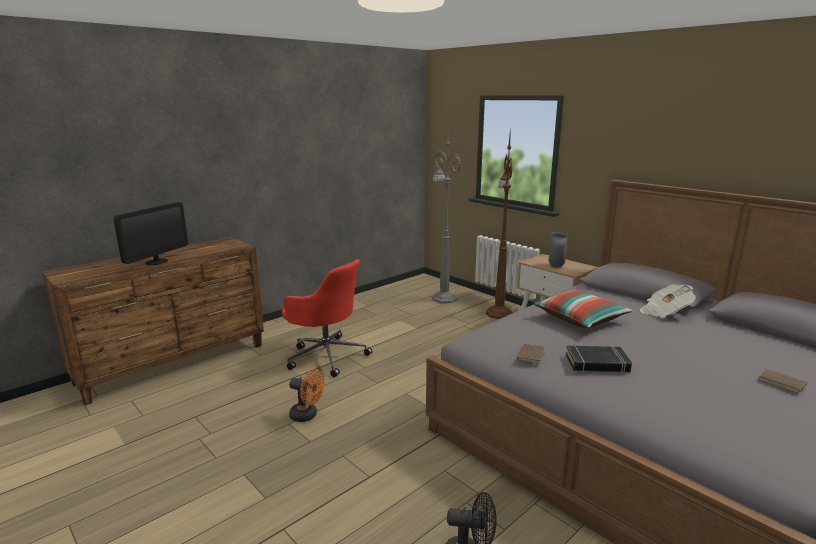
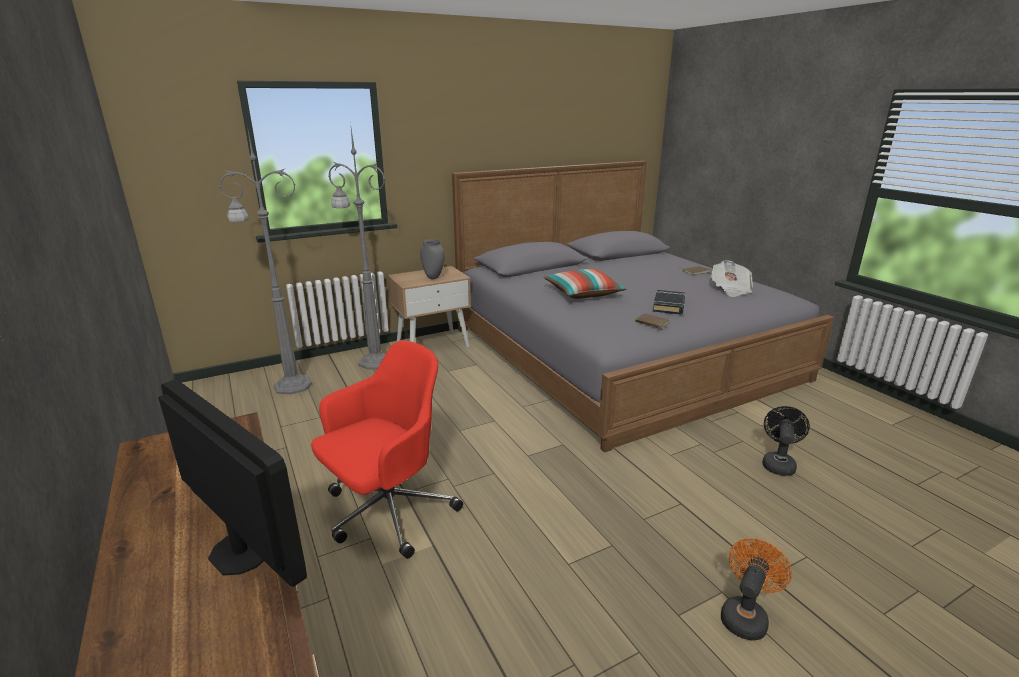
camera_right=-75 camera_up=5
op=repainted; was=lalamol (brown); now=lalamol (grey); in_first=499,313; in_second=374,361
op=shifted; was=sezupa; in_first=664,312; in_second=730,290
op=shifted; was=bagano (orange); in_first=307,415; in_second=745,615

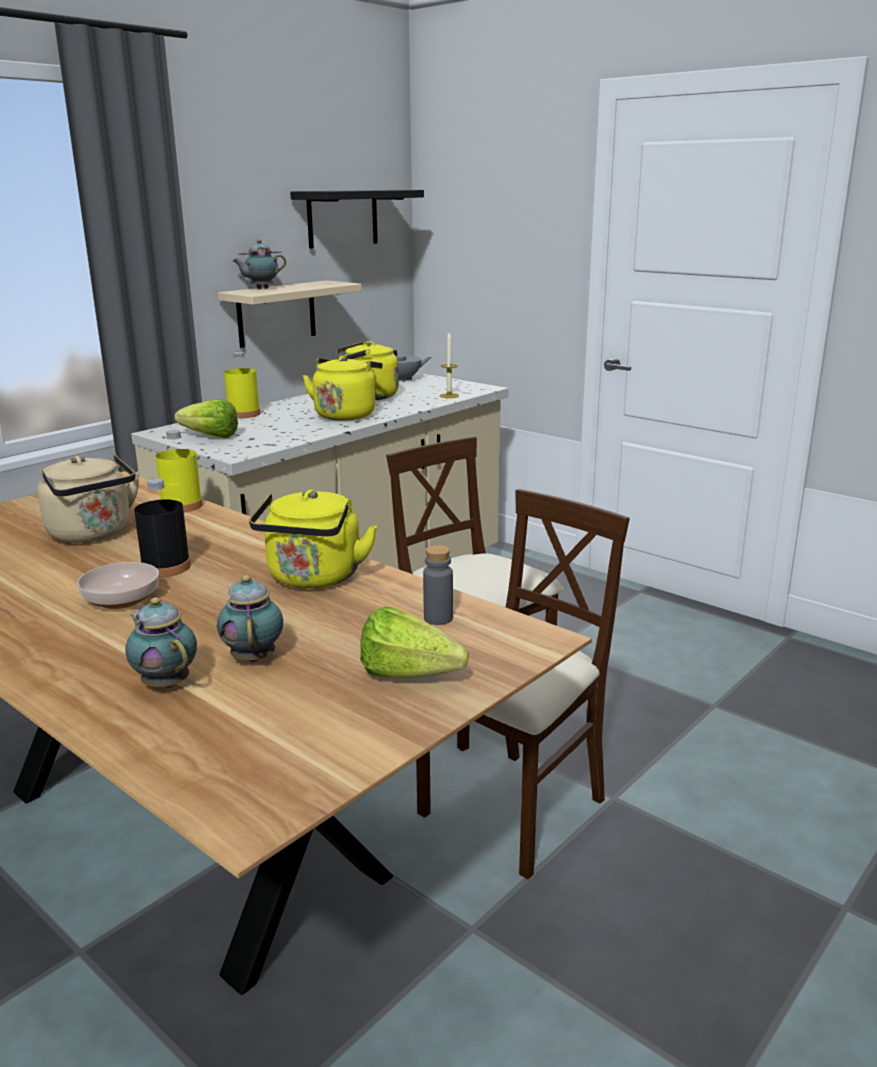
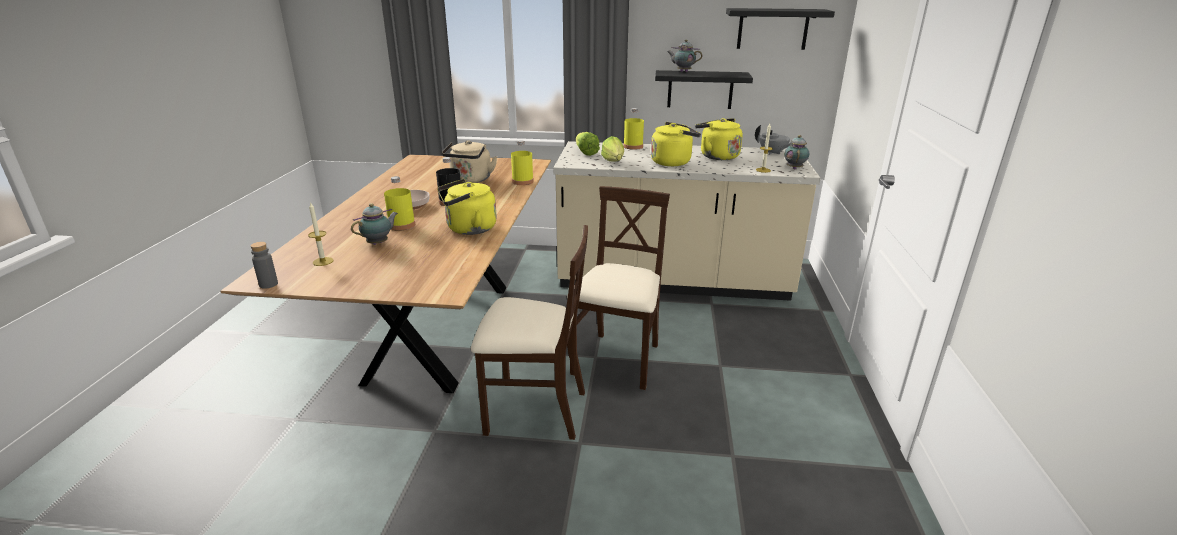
camera_right=55 camera_up=5
op=shifted; was=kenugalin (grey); in_first=438,618; in_second=268,284
op=new; now=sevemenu; in_second=323,261
op=new; now=kenugalin (yellow); in_second=402,225
op=shifted; was=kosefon; in_first=416,678; in_second=614,163
op=repainted; was=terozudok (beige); now=terozudok (black); in_first=276,313; in_second=700,89
op=shifted; was=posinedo; in_first=165,682; in_second=794,168

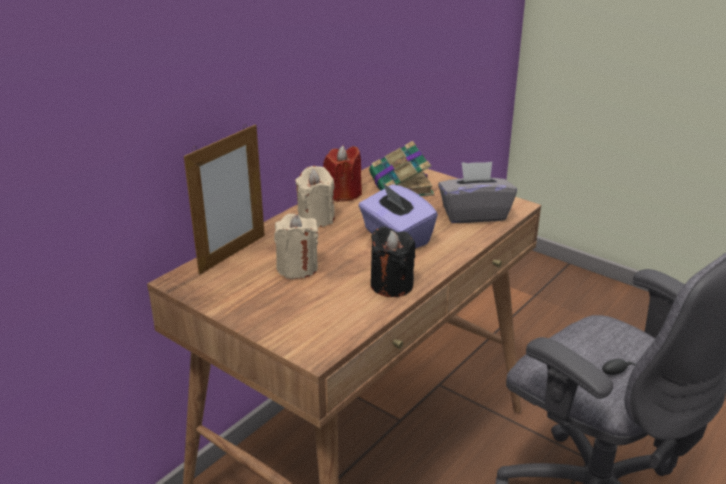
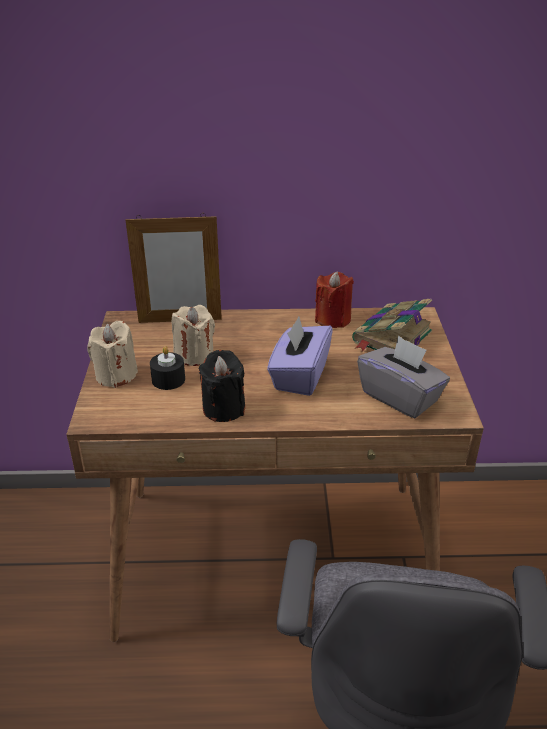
camera_right=50 camera_up=5
op=shifted; was=sevemenu (beige); in_first=316,219; in_second=116,375
op=new; now=sevemenu (black); in_second=168,379

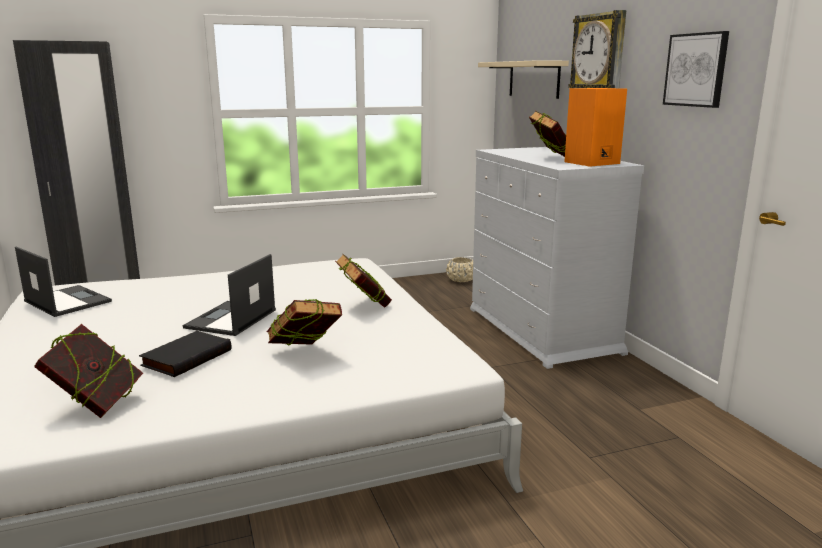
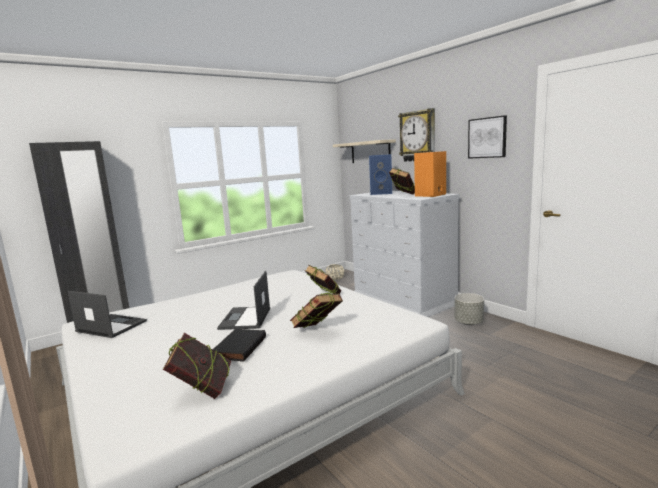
camera_right=-15 camera_up=-5
op=new; now=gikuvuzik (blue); in_second=382,193
op=new; now=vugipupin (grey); in_second=469,322

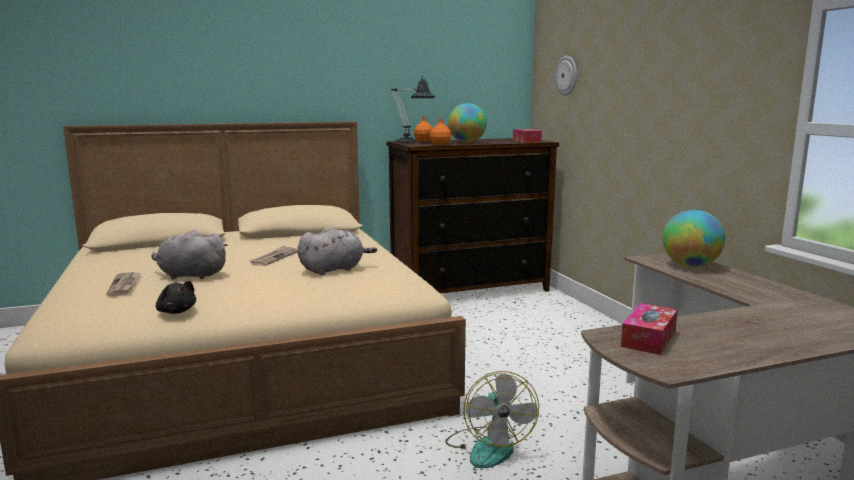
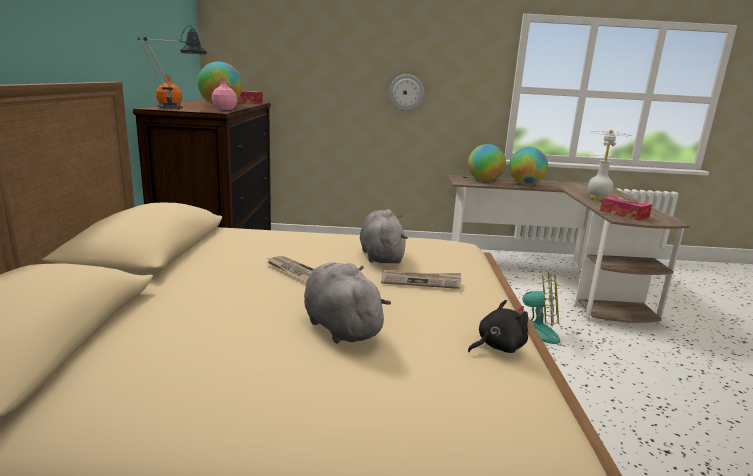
camera_right=-70 camera_up=5
op=repainted; was=kenugalin (orange); now=kenugalin (pink); in_first=440,144; in_second=224,109
op=rotated; was=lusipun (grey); in_first=190,275; in_second=340,326; clockwise=120
op=shifted; was=sezupa; in_first=125,285; in_second=421,281
op=shifted; was=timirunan; in_first=567,75; in_second=406,92
op=new; now=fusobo; in_second=525,184
op=new; now=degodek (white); in_second=598,198

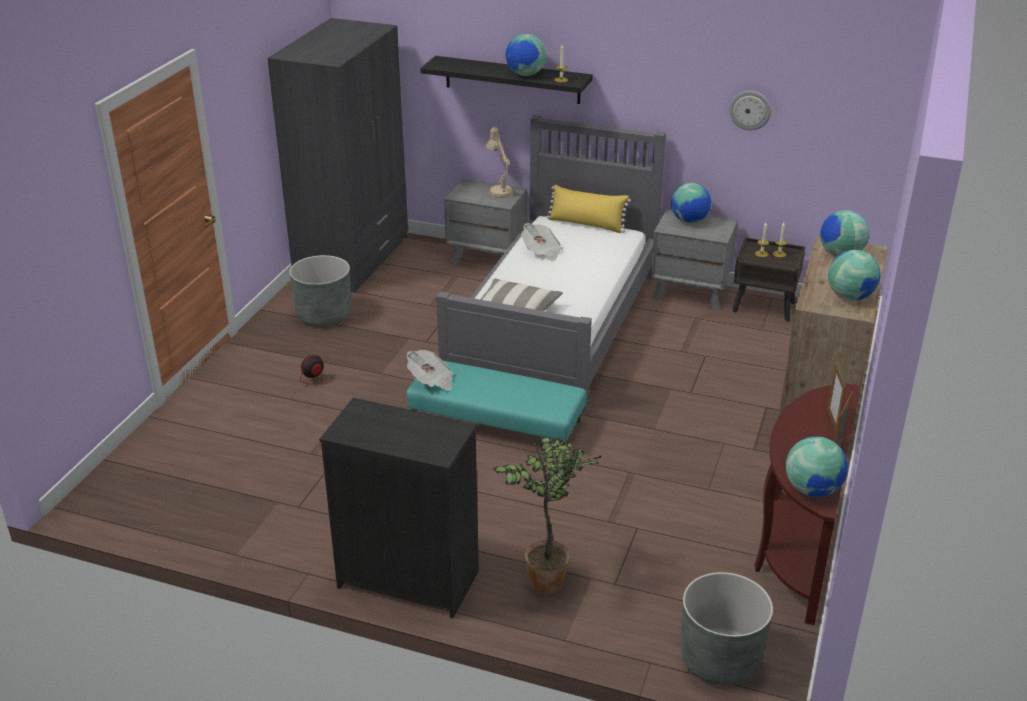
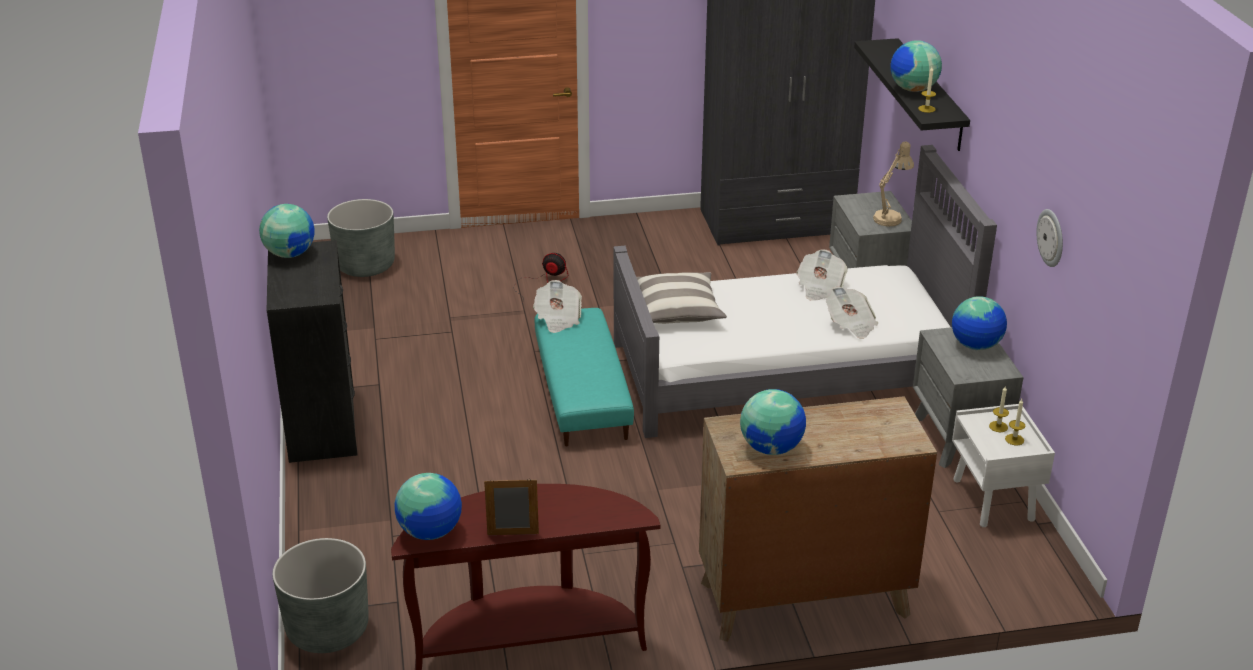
camera_right=60 camera_up=0
op=shifted; was=fusobo; in_first=840,254; in_second=290,254
op=shifted; was=vugipupin (grey); in_first=324,315; in_second=365,265
op=new; now=sezupa; in_second=851,325
op=repainted; was=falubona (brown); now=falubona (white); in_first=764,307; in_second=994,500
op=gone; was=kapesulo; in_first=548,579
op=gone; was=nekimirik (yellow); in_first=586,224
op=gone; was=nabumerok; in_first=832,421

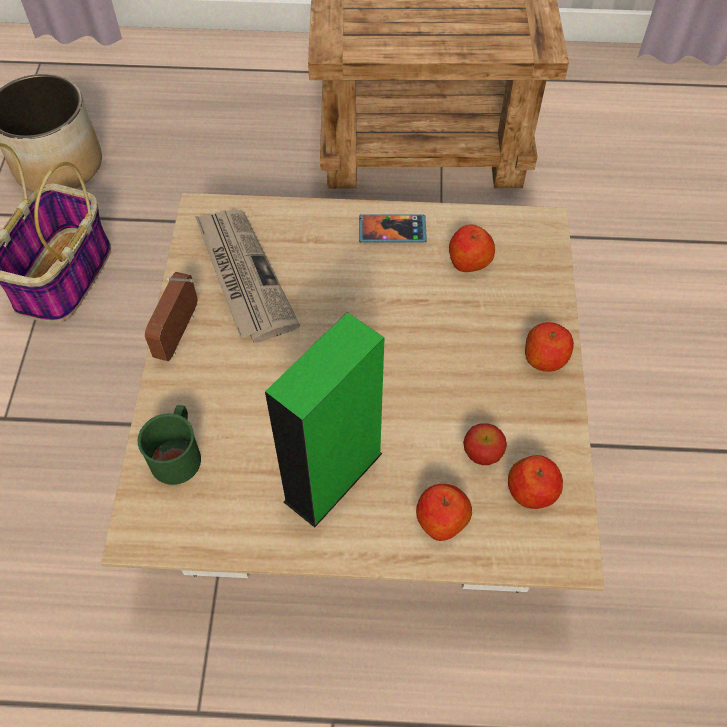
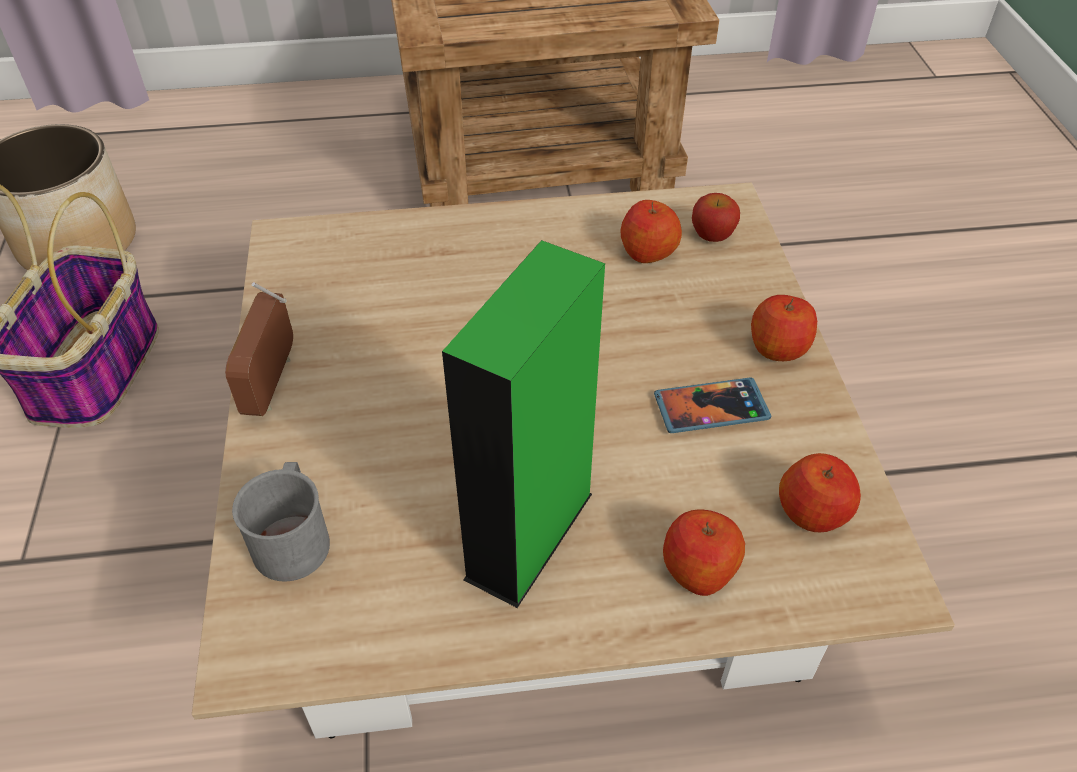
camera_right=-10 camera_up=-10
op=repainted; was=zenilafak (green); now=zenilafak (grey); in_first=178,453; in_second=293,537
op=shifted; was=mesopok; in_first=392,230; in_second=711,408
op=shifted; was=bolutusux; in_first=482,454; in_second=712,235
op=gone; was=sezupa; in_first=243,276

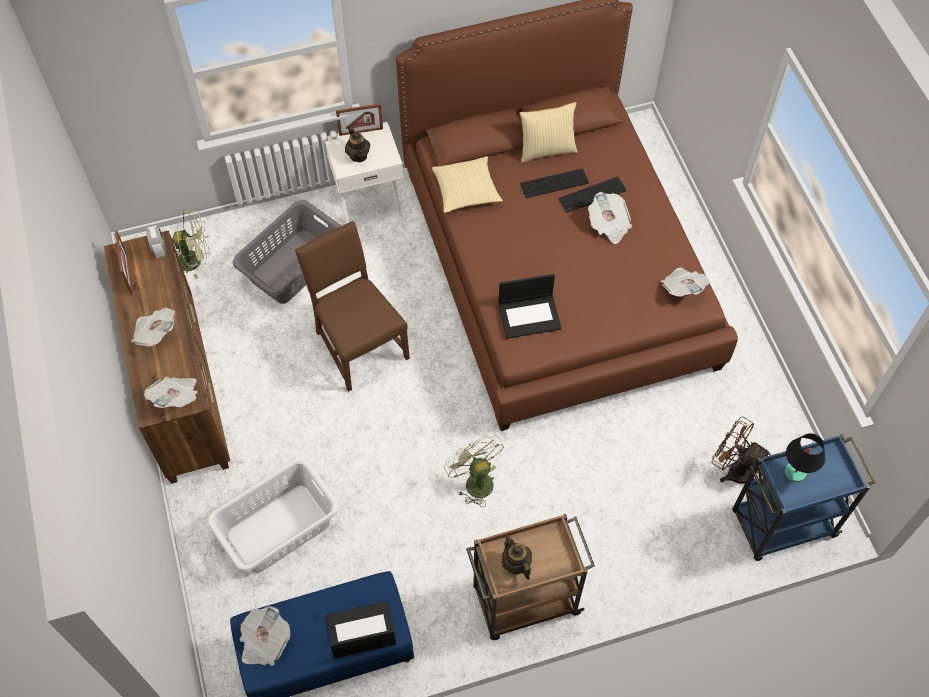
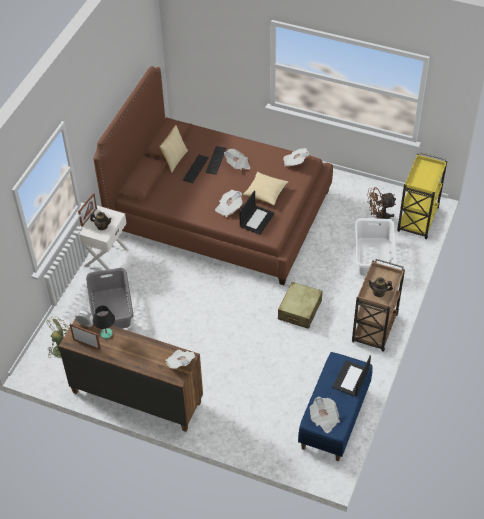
camera_right=-50 camera_up=-10
op=shifted; was=degodek (black); in_first=795,473; in_second=106,334
op=shifted; was=sezupa; in_first=155,333; in_second=228,208
op=shifted; was=nekimirik; in_first=466,191; in_second=265,193
op=swapped; was=bagano (green); now=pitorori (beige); in_first=475,480; in_second=299,310
op=shifted; was=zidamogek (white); in_first=278,528; in_second=373,257
op=repainted; was=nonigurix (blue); now=nonigurix (yellow); in_first=781,525; in_second=417,220
op=gone; was=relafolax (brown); in_first=358,344

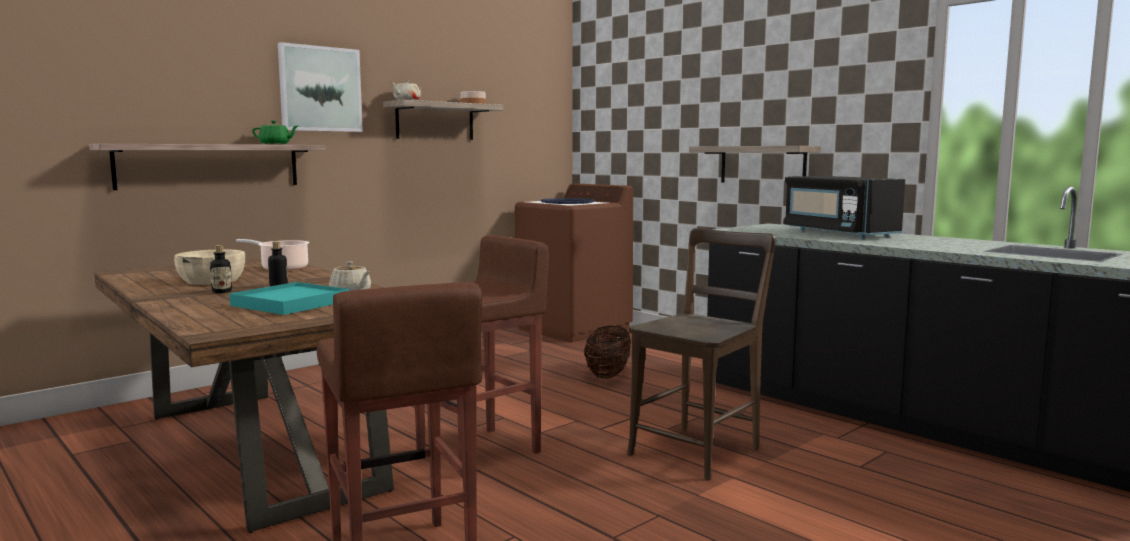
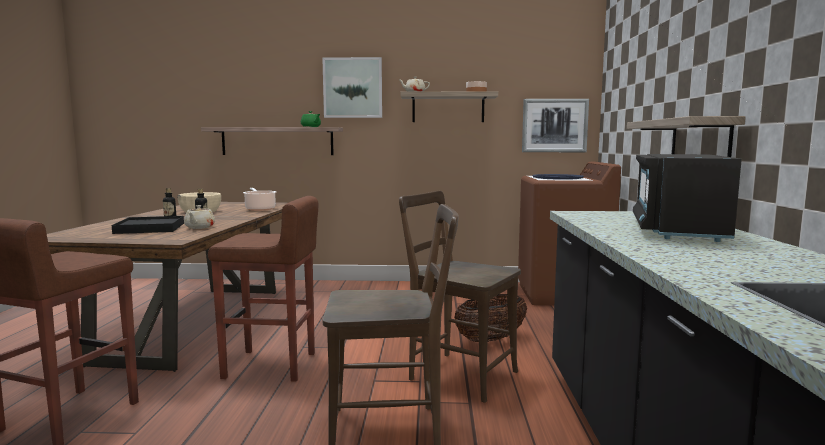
camera_right=45 camera_up=0
op=repainted; was=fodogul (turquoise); now=fodogul (black); in_first=290,303; in_second=150,228
op=new; now=relafolax (brown); in_second=458,374
op=new; now=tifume; in_second=554,125

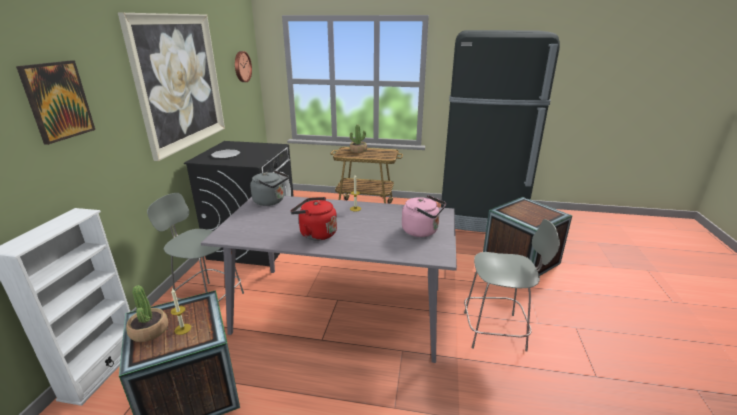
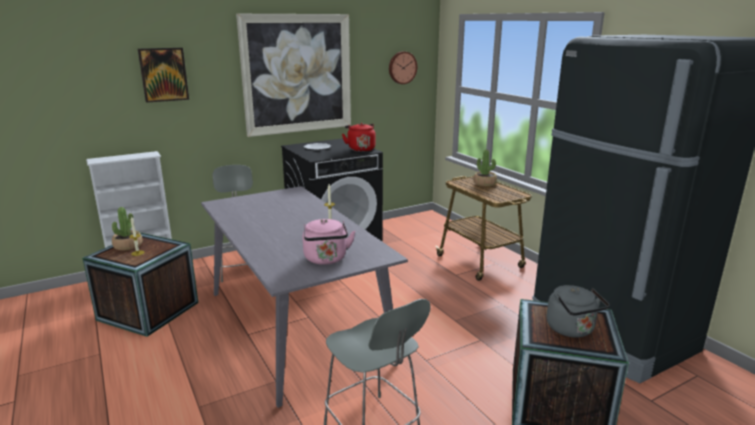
camera_right=50 camera_up=-5
op=shifted; was=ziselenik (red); in_first=315,234; in_second=360,149
op=shifted; was=ziselenik (grey); in_first=271,201; in_second=572,330

